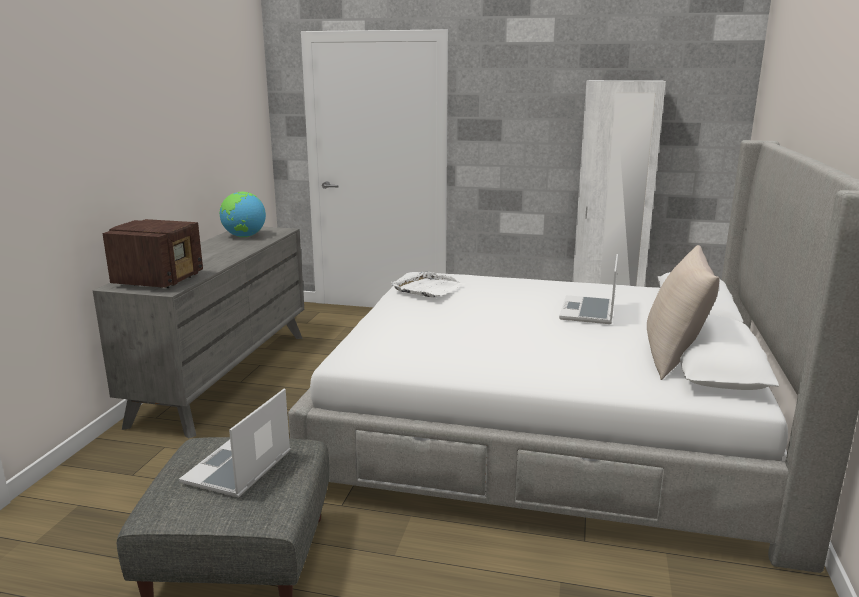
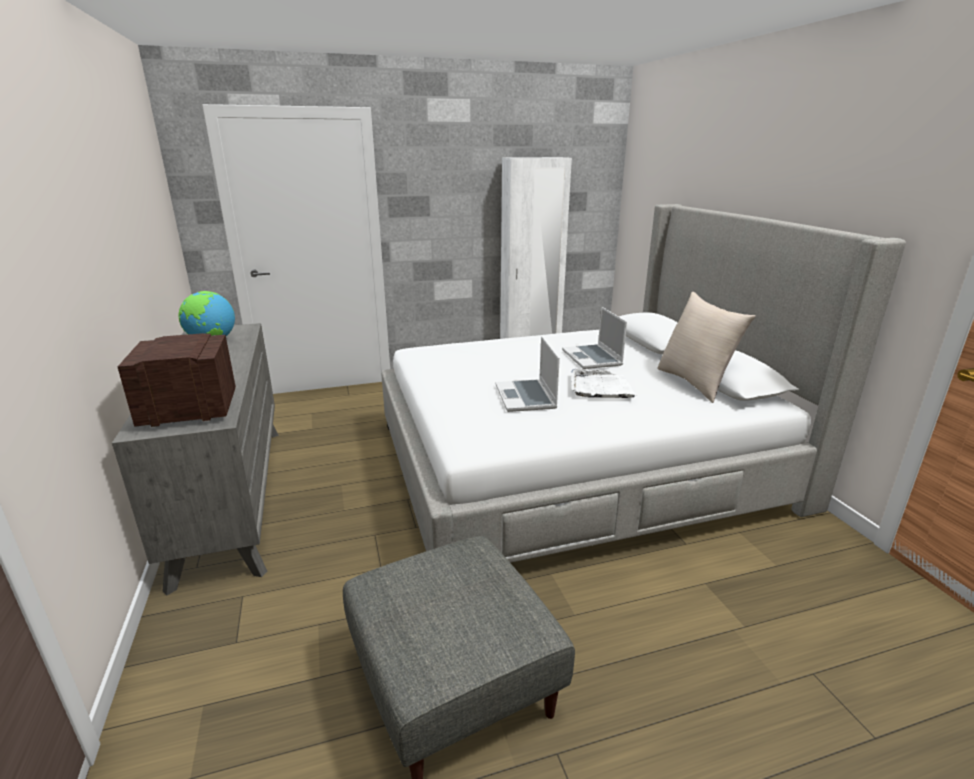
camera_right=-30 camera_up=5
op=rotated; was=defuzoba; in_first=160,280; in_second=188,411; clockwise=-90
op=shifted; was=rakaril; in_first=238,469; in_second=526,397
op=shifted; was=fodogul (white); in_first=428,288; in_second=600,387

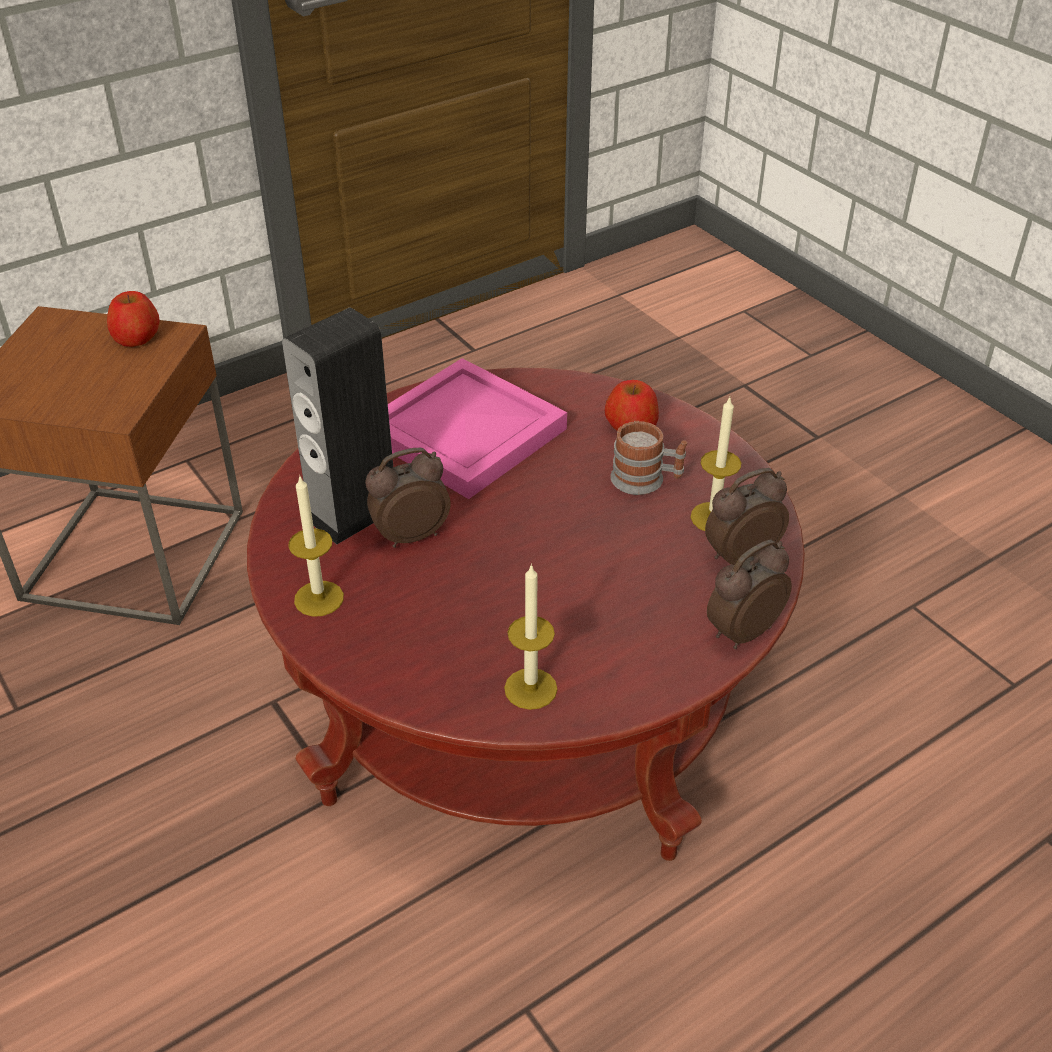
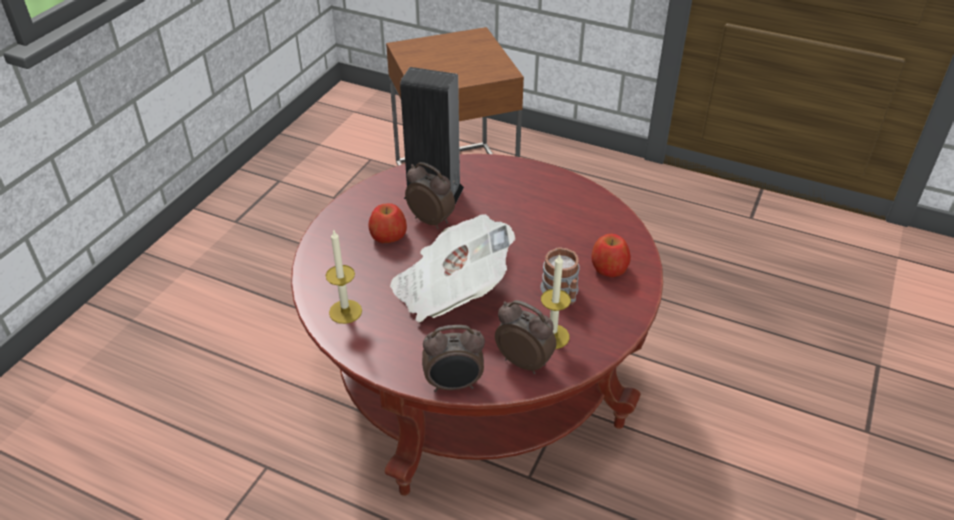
camera_right=60 camera_up=0
op=shifted; was=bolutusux; in_first=137,338; in_second=388,236
op=new; now=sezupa; in_second=450,290
op=rotated; was=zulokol; in_first=741,632; in_second=454,385; clockwise=150
op=gone; was=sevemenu; in_first=319,598
op=gone; was=fodogul (pink); in_first=465,431

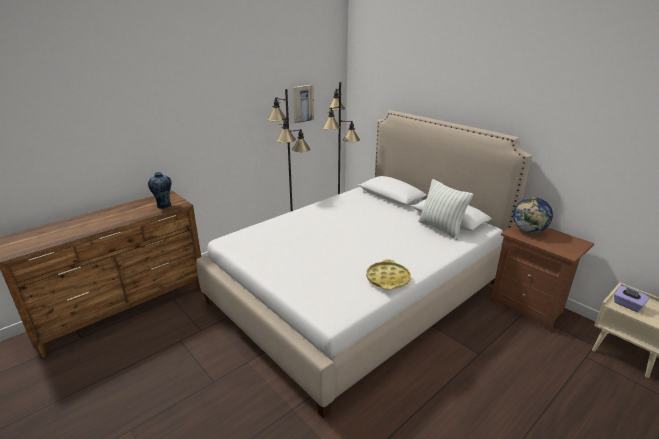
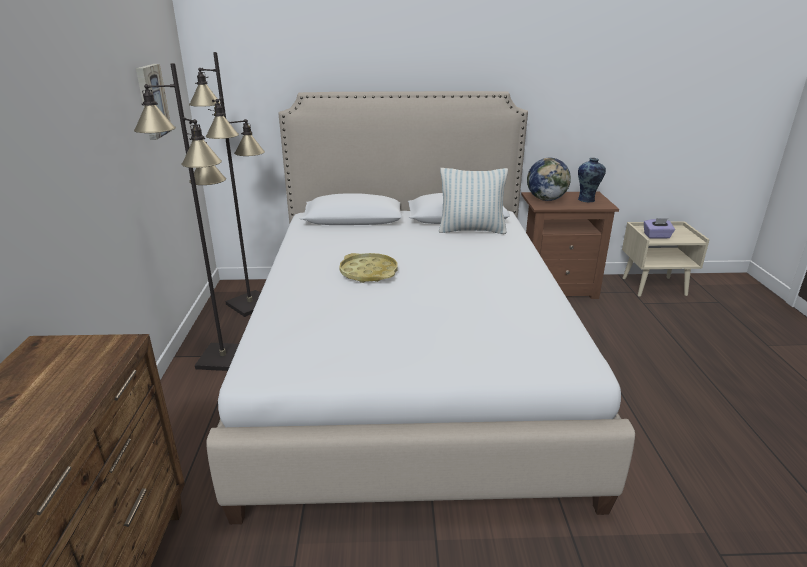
camera_right=-50 camera_up=0
op=shifted; was=fodogul (yellow); in_first=388,279; in_second=369,272
op=shifted; was=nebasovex; in_first=164,206; in_second=587,200

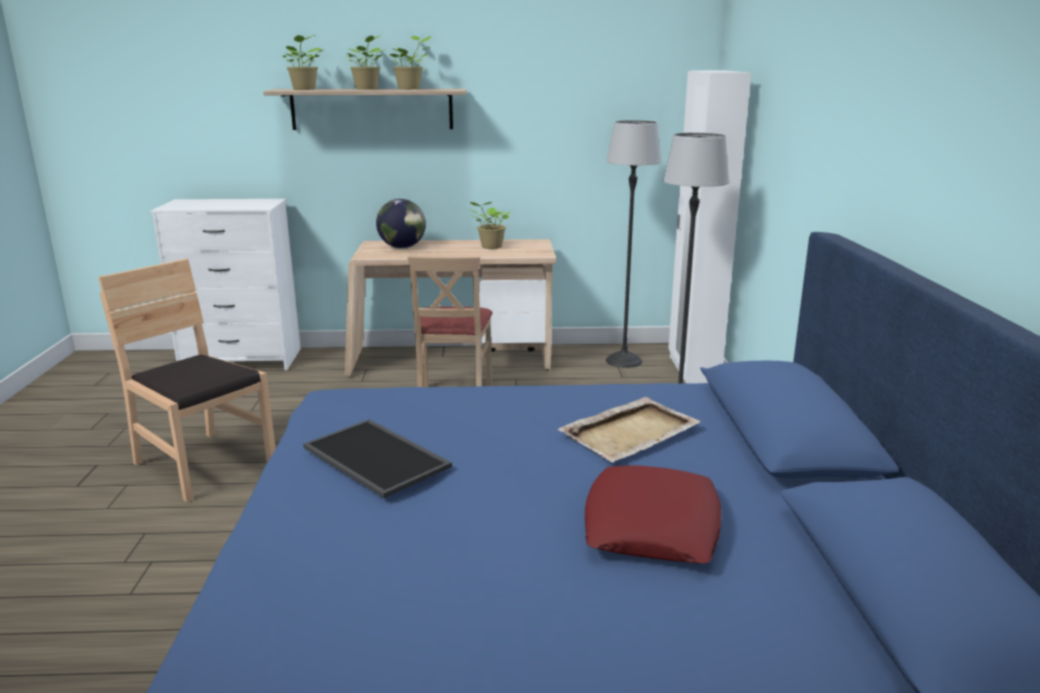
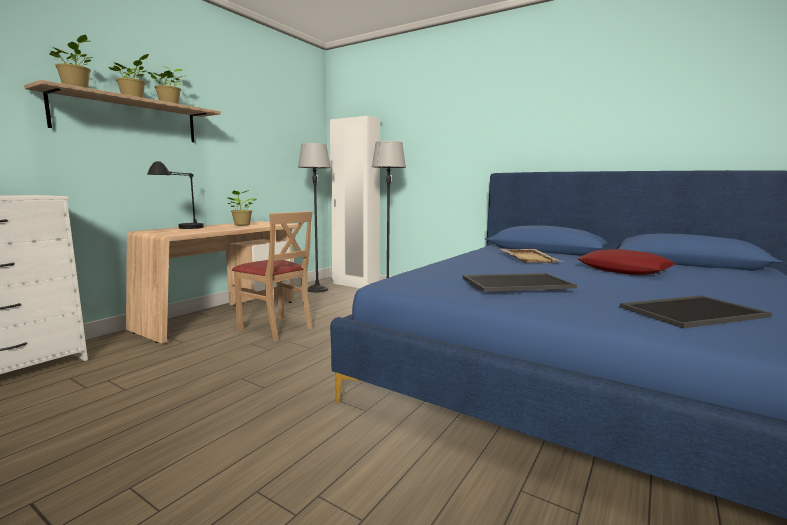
camera_right=-55 camera_up=-10
op=swapped; was=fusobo; now=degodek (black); in_first=402,247; in_second=180,229
op=new; now=fodogul; in_second=691,311
op=gone; was=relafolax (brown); in_first=203,464

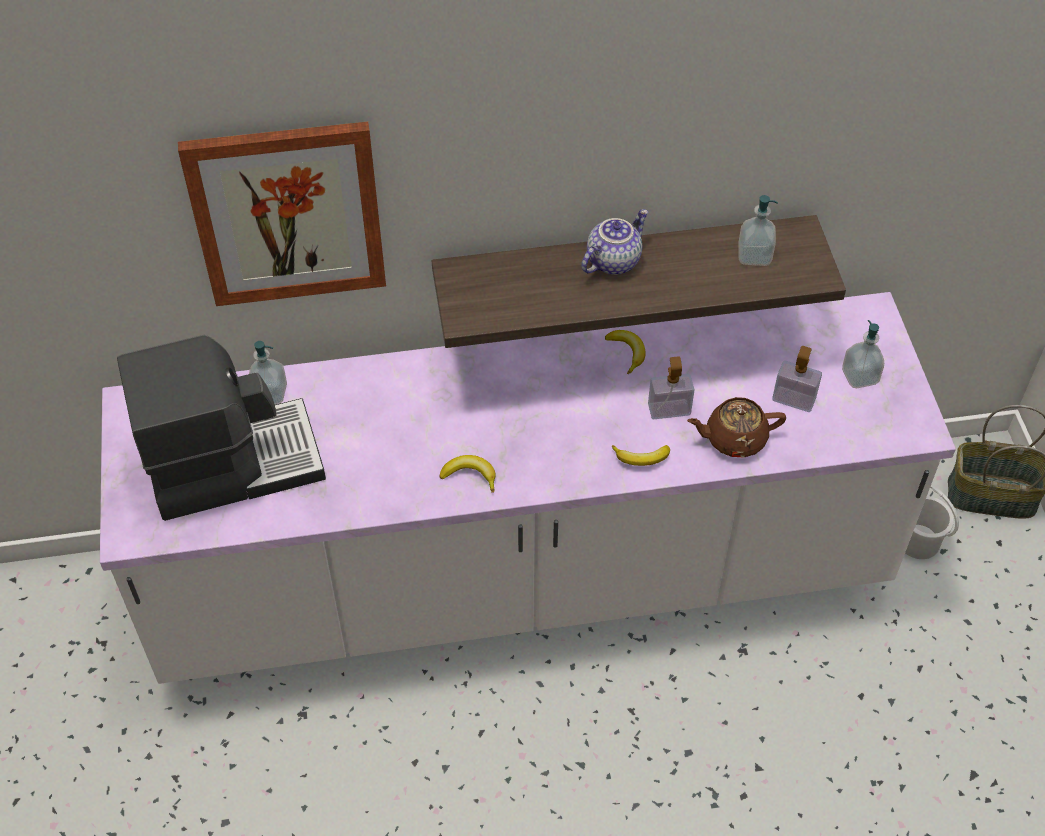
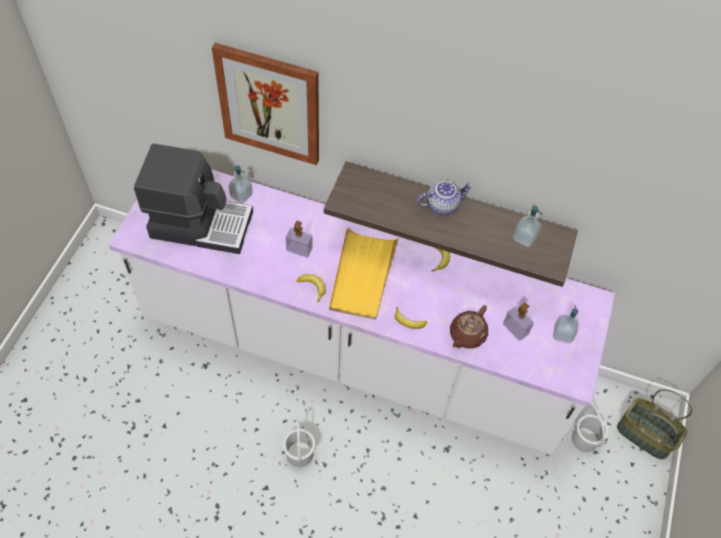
camera_right=25 camera_up=5
op=new; now=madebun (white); in_second=300,454
op=shifted; was=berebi; in_first=669,409; in_second=299,249
op=new; now=fodogul (yellow); in_second=362,276
op=rotated; was=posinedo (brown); in_first=734,438; in_second=466,335; clockwise=-75

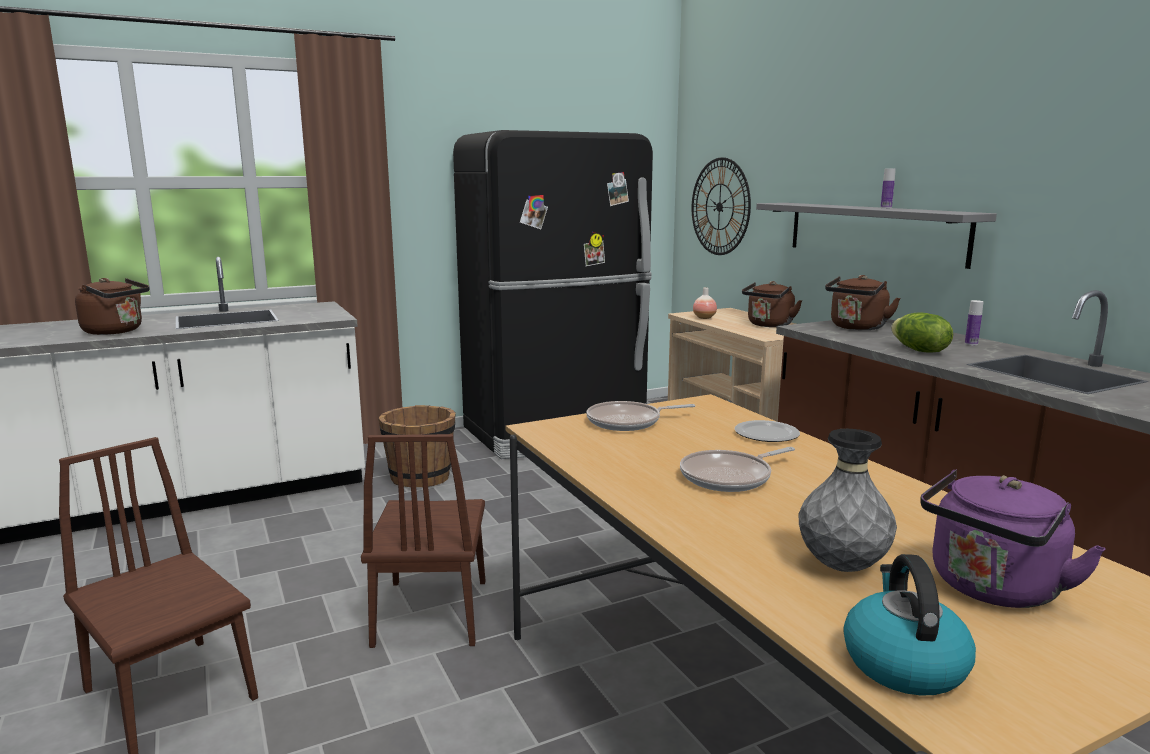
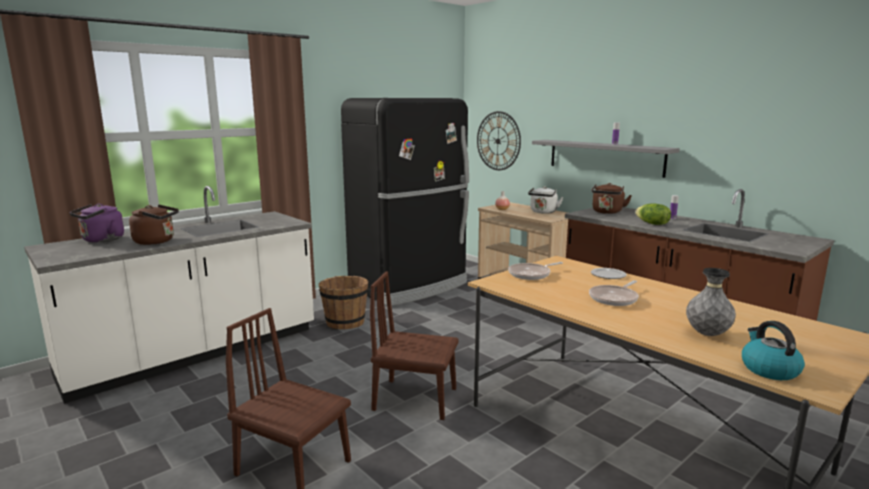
camera_right=-15 camera_up=0
op=shifted; was=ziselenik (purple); in_first=991,589; in_second=101,240
op=rotated; was=relafolax (brown); in_first=431,611; in_second=415,399; clockwise=120
op=repainted; was=ziselenik (brown); now=ziselenik (white); in_first=769,325; in_second=543,212

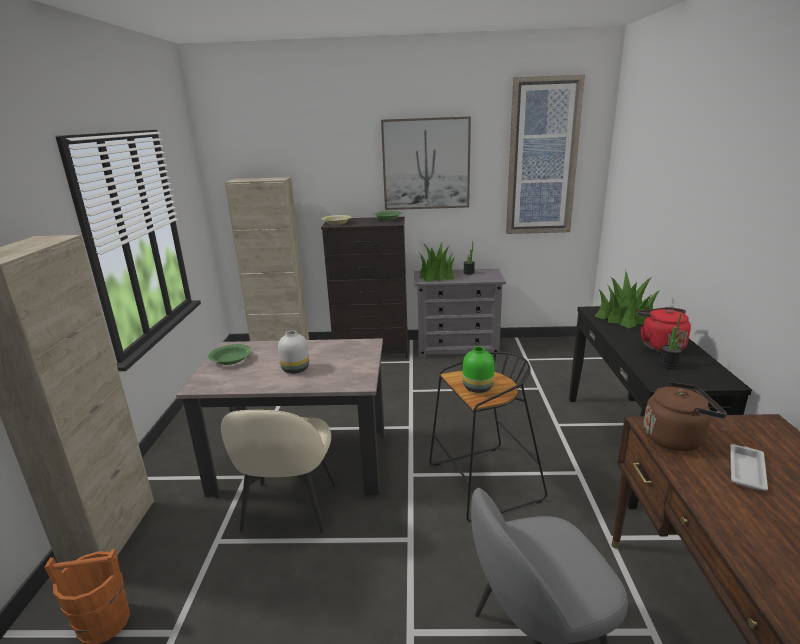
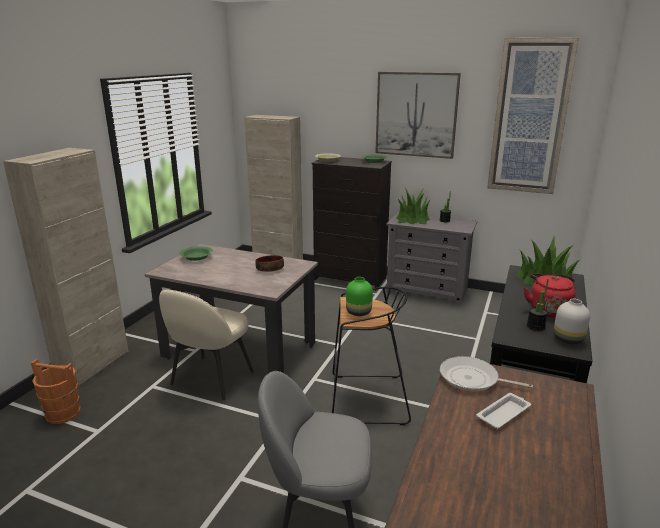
camera_right=20 camera_up=0
op=new; now=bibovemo; in_second=270,269
op=swapped; was=ziselenik (brown); now=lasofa; in_first=676,438; in_second=472,379
op=shifted; was=nebasovex (white); in_first=296,369; in_second=568,339

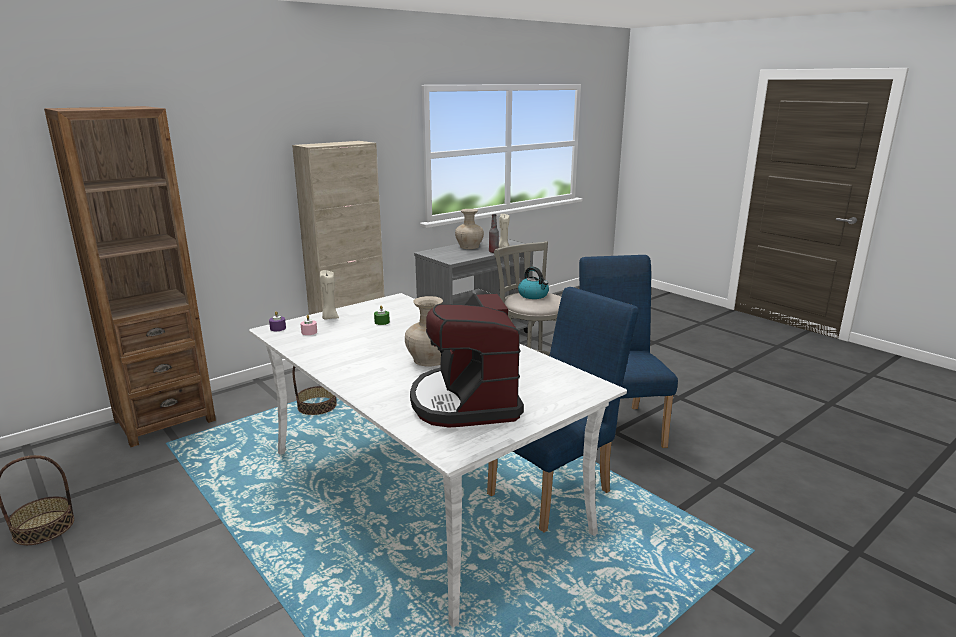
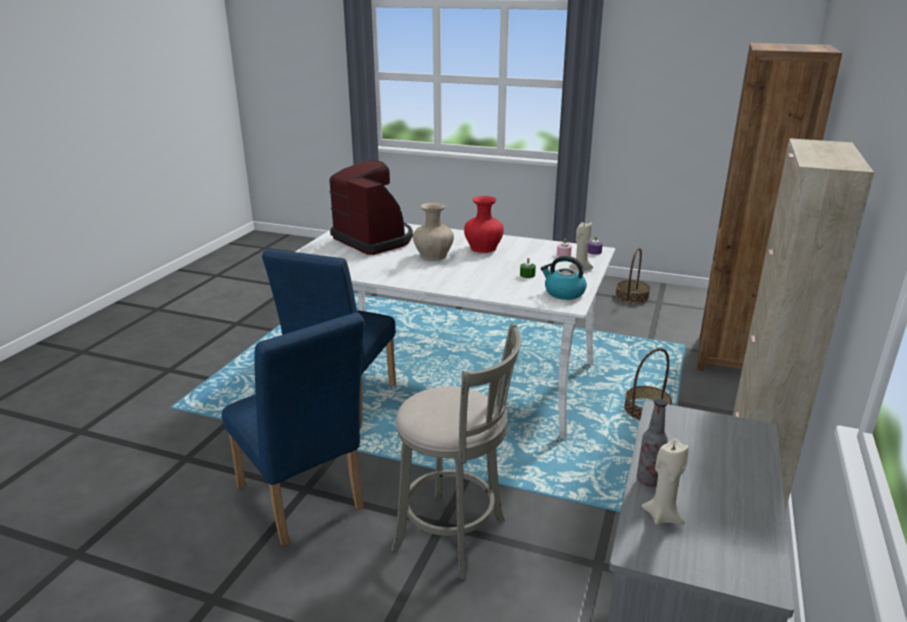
camera_right=150 camera_up=5
op=new; now=nebasovex (red); in_second=484,248
op=shifted; was=ziselenik; in_first=533,295; in_second=563,293
op=gone; was=nebasovex (beige); in_first=469,247

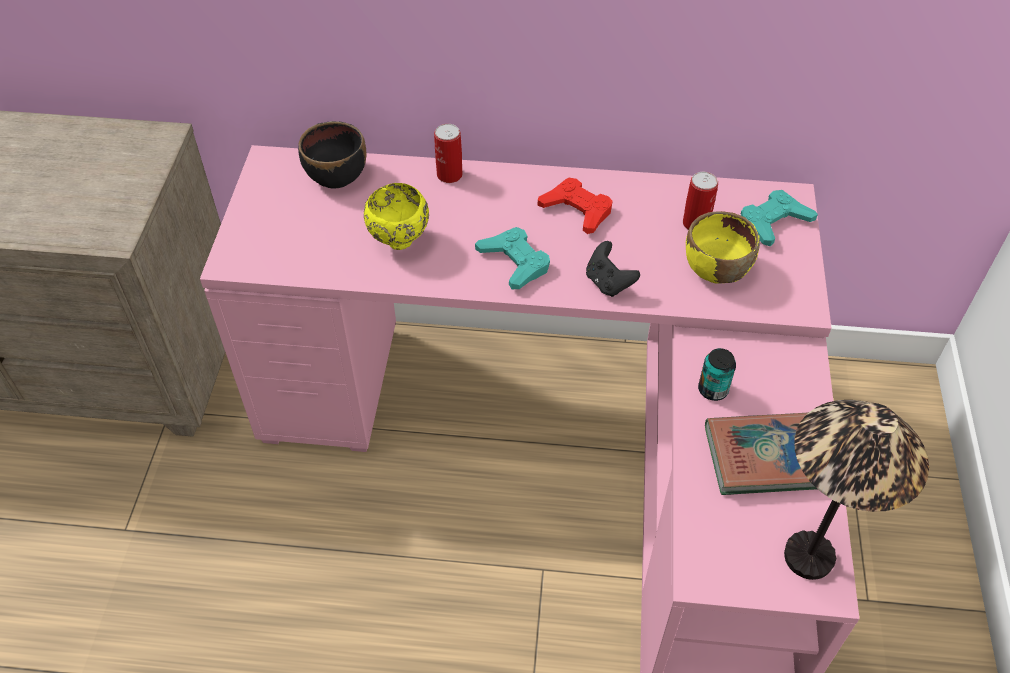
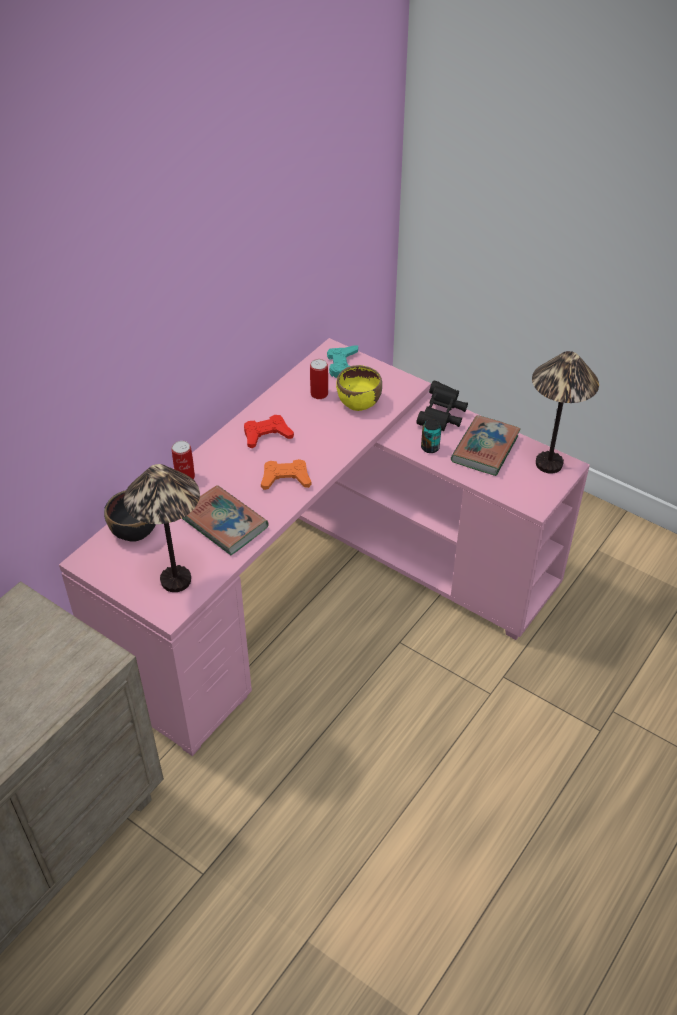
camera_right=-60 camera_up=-5
op=new; now=degodek; in_second=176,580
op=swapped; was=bibovemo (yellow); now=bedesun; in_first=399,243; in_second=224,523
op=repainted; was=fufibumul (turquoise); now=fufibumul (orange); in_first=514,262; in_second=285,479
op=new; now=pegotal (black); in_second=442,416
op=gone; was=fufibumul (black); in_first=608,283

